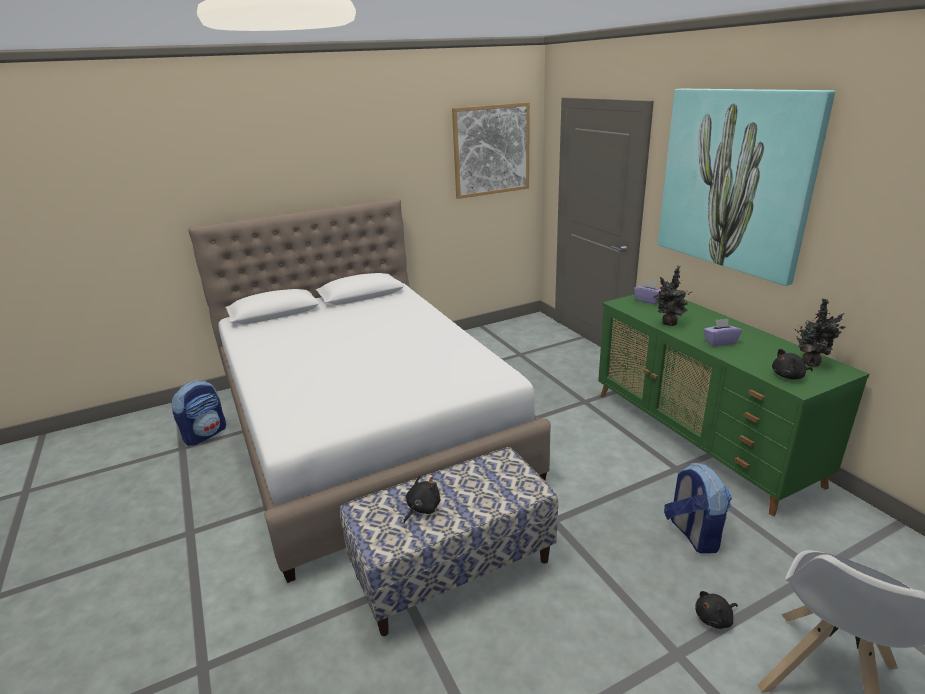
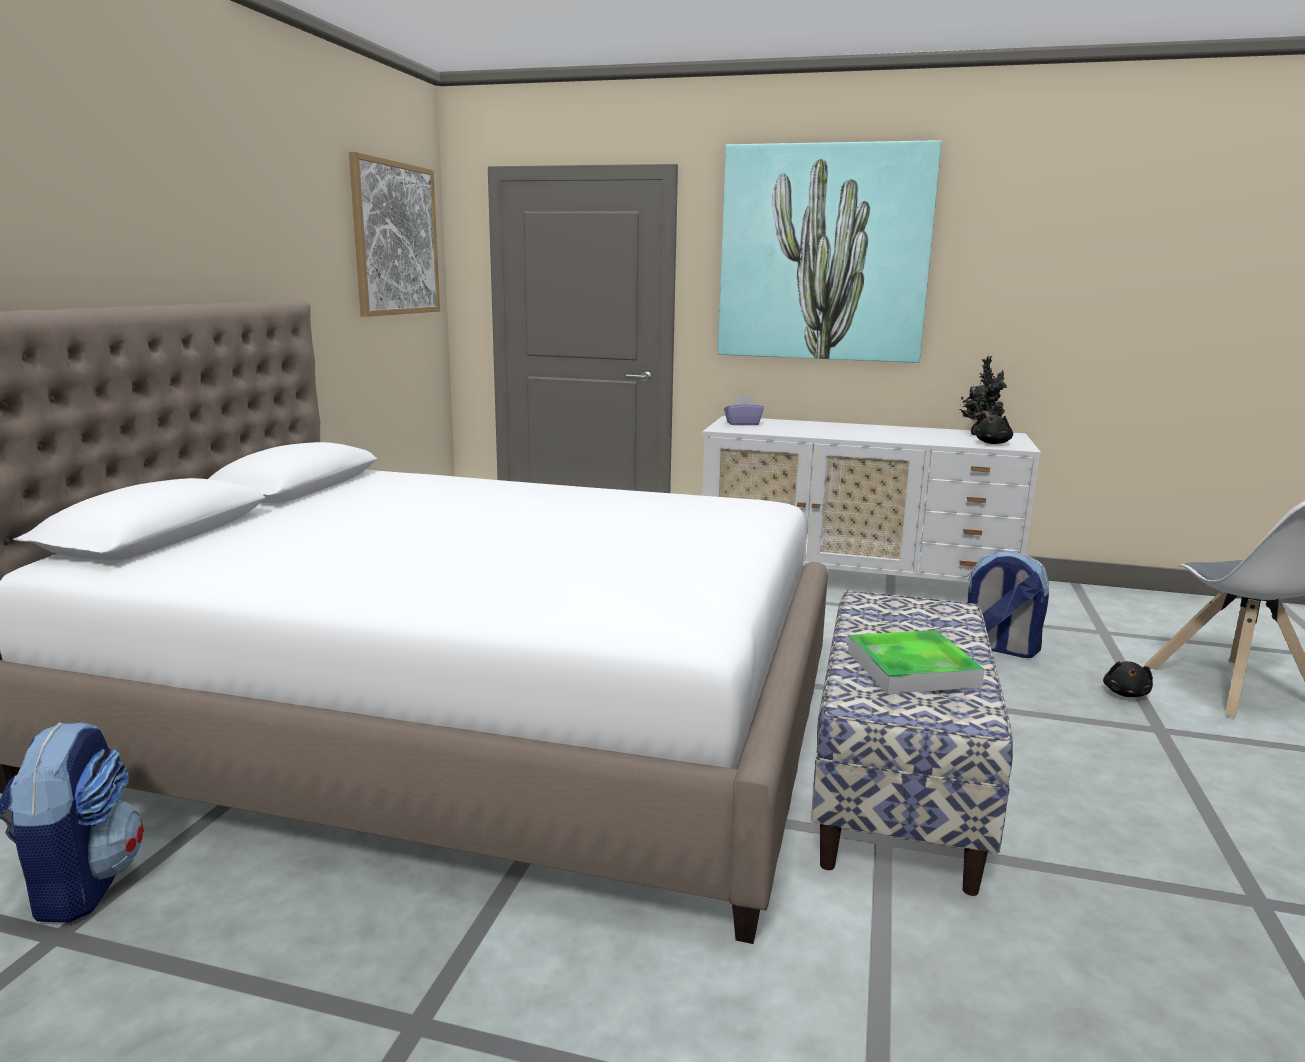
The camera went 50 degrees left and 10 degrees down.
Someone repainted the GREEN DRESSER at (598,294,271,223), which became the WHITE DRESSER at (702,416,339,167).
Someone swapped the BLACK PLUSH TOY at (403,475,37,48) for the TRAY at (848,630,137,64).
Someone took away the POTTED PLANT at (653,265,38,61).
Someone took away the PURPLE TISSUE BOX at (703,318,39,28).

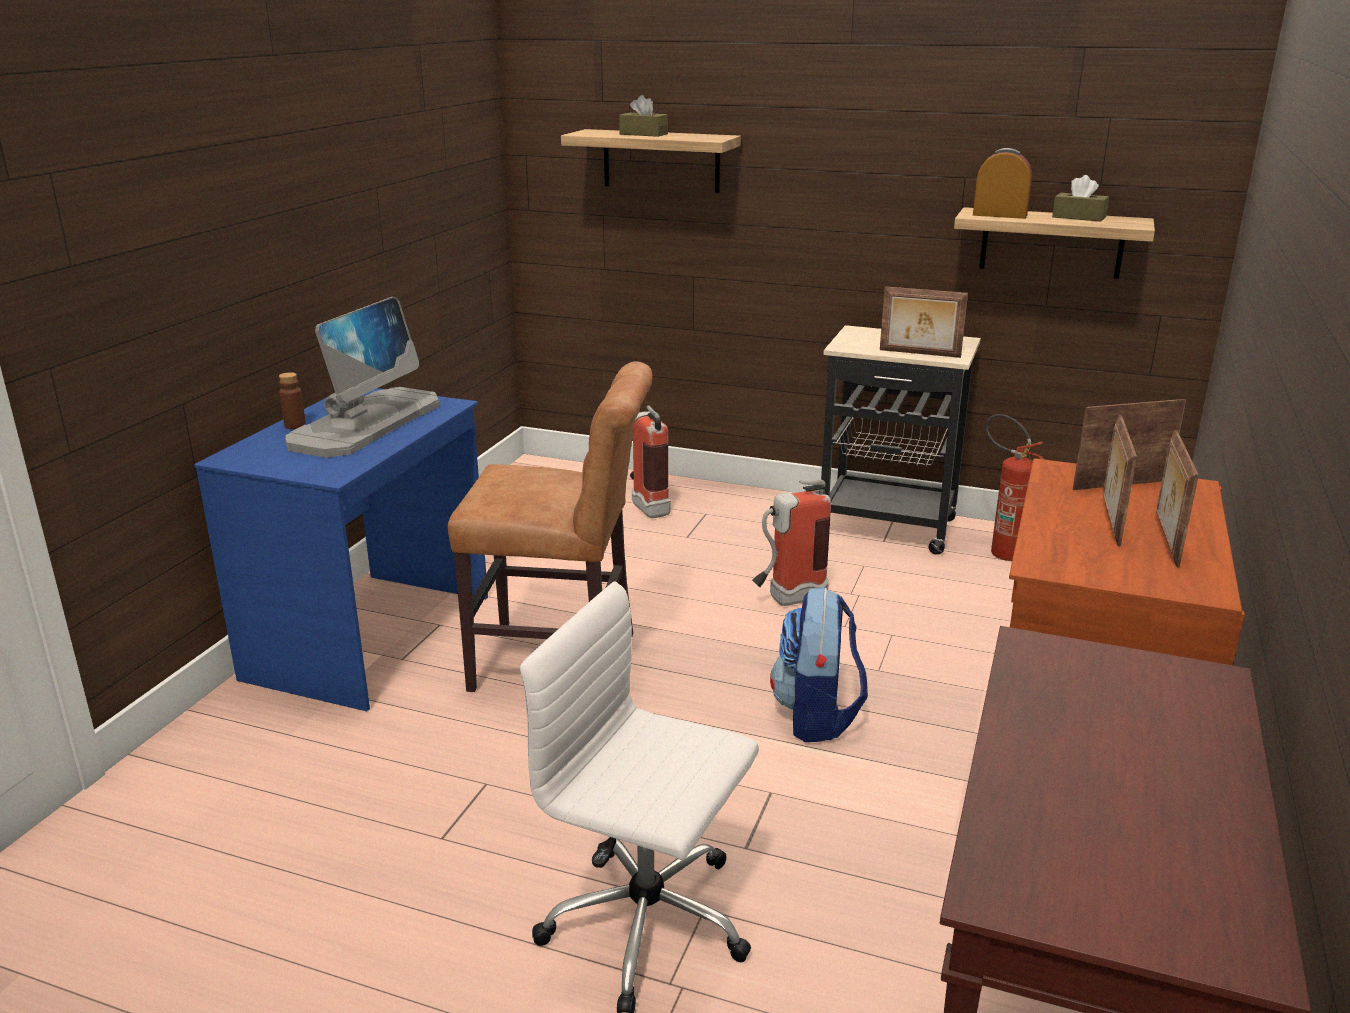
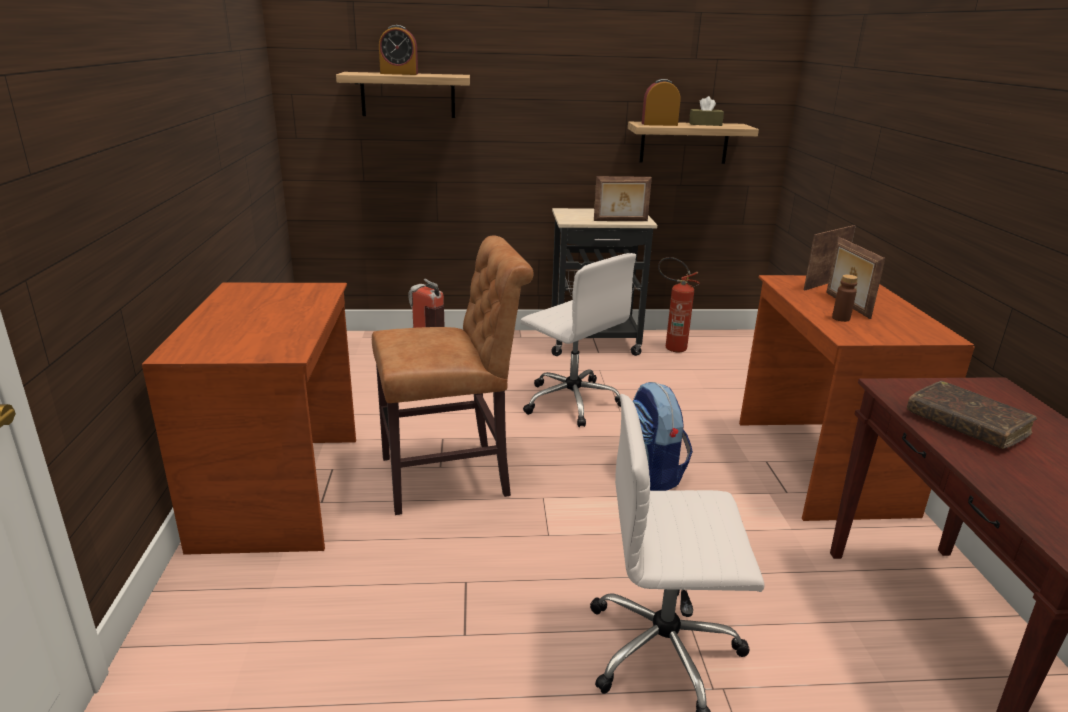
The camera went 25 degrees left and 0 degrees up.
Someone repainted the BLUE DESK at (194,388,294,323), which became the BROWN DESK at (142,283,214,272).
Someone swapped the BROWN TISSUE BOX at (619,95,49,42) for the ALARM CLOCK at (379,25,39,50).
Someone swapped the FIRE EXTINGUISHER at (752,480,79,126) for the WHITE OFFICE CHAIR at (520,253,116,174).
Someone carried the BROWN BOTTLE from (279,372,27,57) to (832,274,26,48).
Someone put down the BROWN BOOK at (907,381,130,68).
Someone took away the MONITOR at (285,296,155,162).
Someone took away the PICTURE FRAME at (1156,430,43,137).

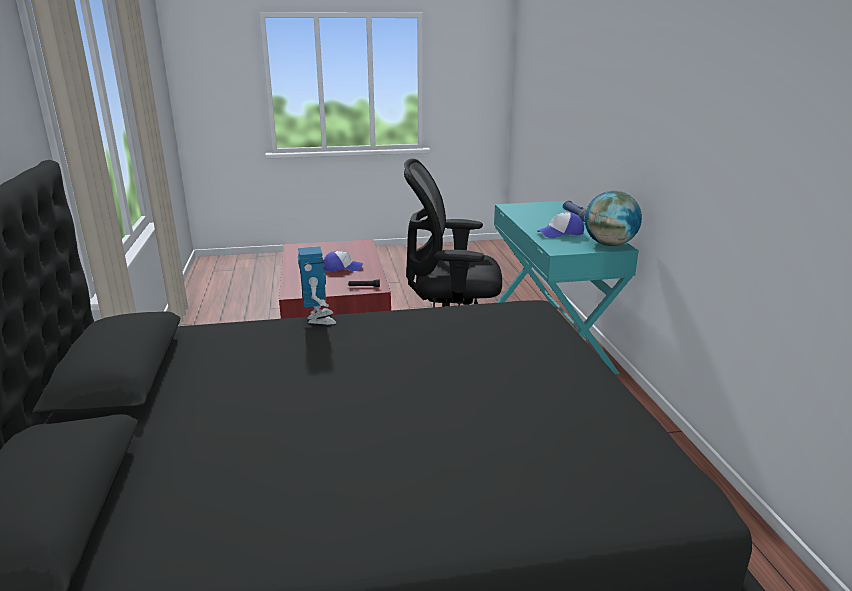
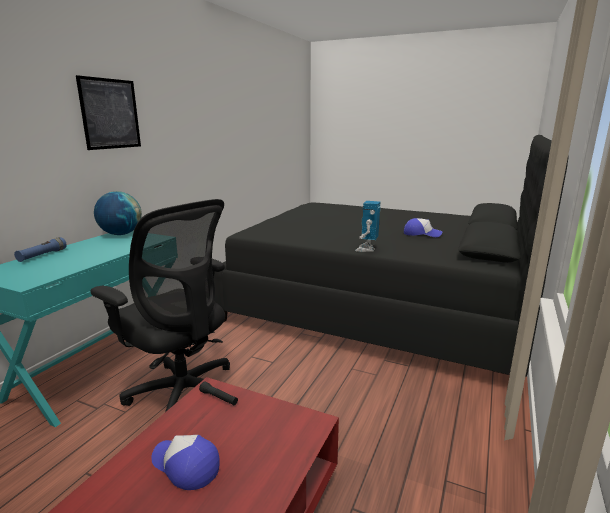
The camera went 145 degrees left and 5 degrees down.
Someone put up the PICTURE at (76,75,65,75).
Someone carried the CAP from (537,212,47,26) to (404,218,38,19).

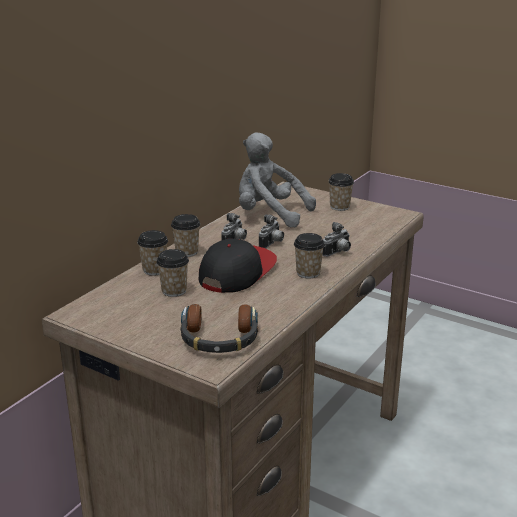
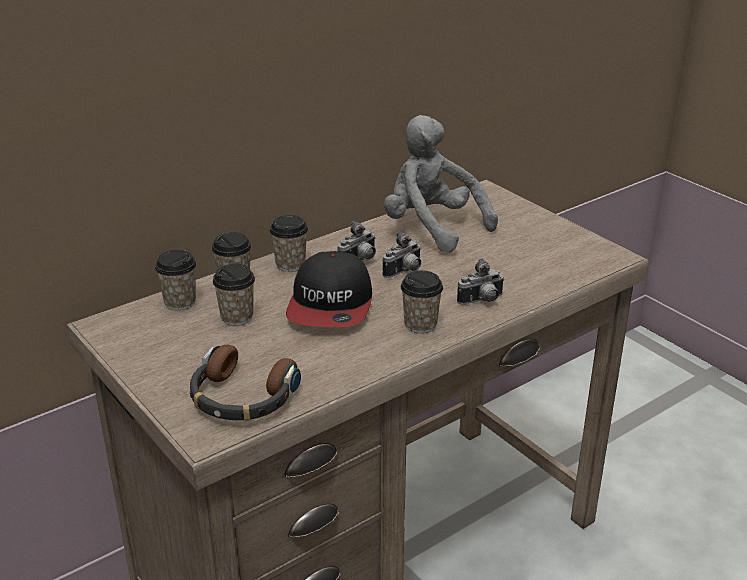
The camera went 20 degrees right and 5 degrees up.
Someone carried the CUP from (328,173,26,38) to (155,250,42,60).
Someone rotated the CAP at (199,239,78,54) by 135 degrees clockwise.

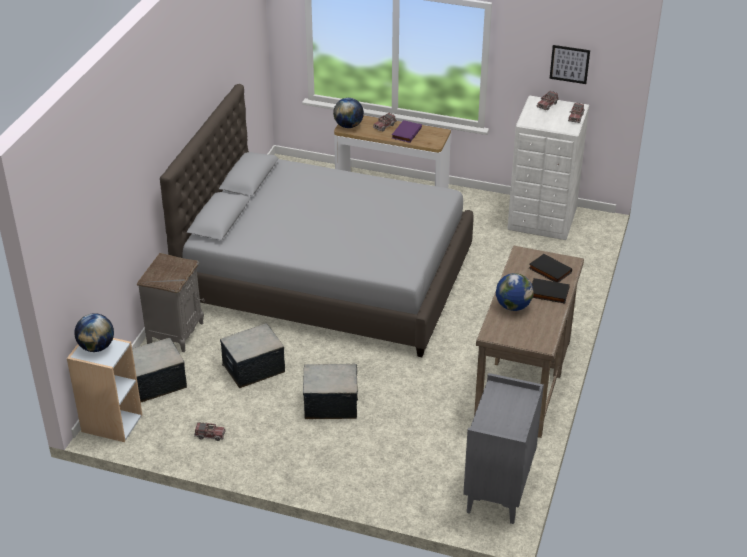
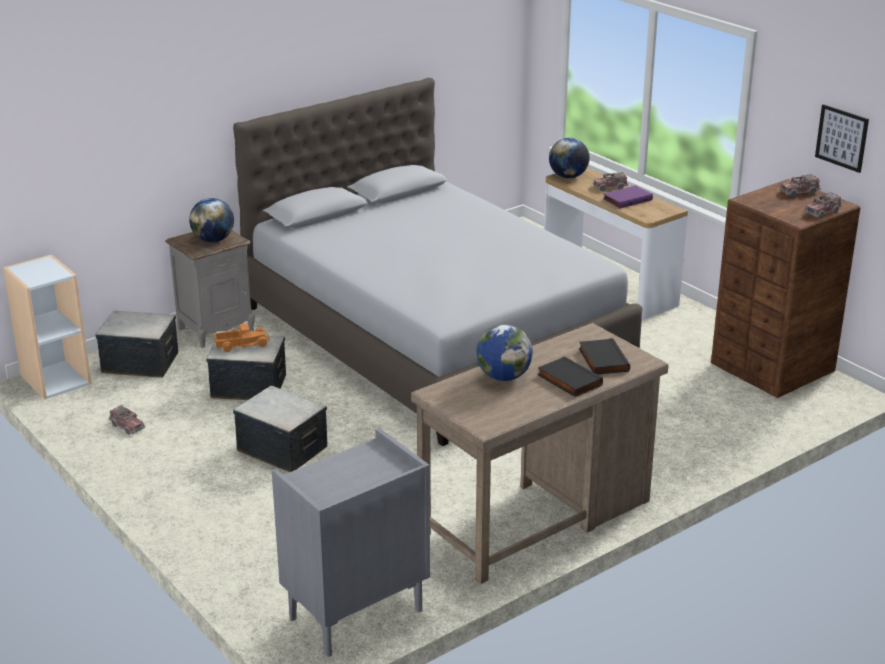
The camera went 35 degrees right and 10 degrees down.
Someone carried the GLOBE from (74,313,40,39) to (190,198,44,44).
Someone put down the TOY TRUCK at (214,323,56,29).
Someone repainted the WHITE DRESSER at (507,96,82,144), which became the BROWN DRESSER at (711,179,149,219).

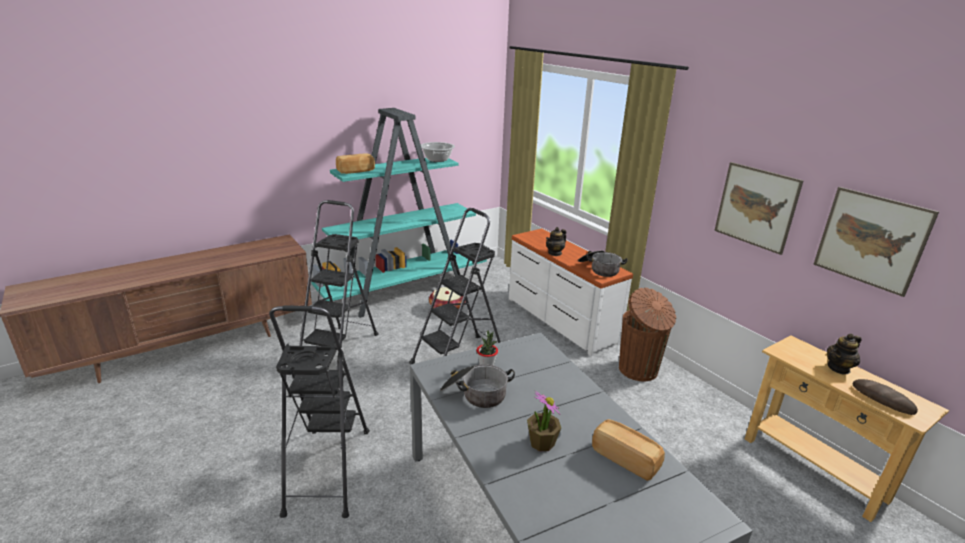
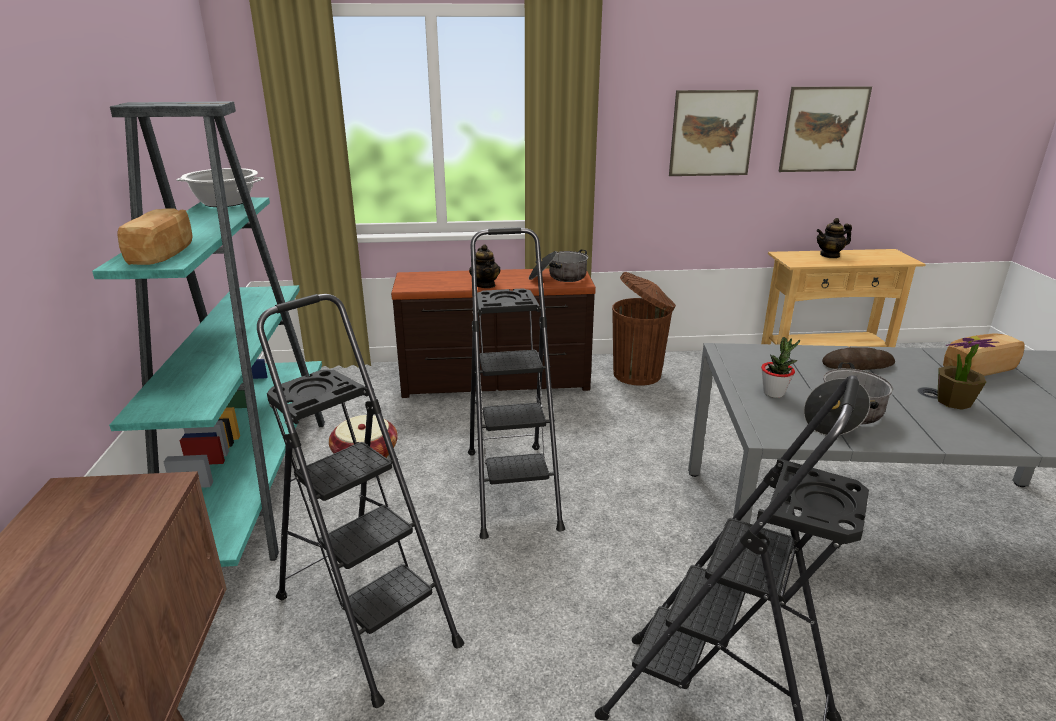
The camera went 60 degrees left and 0 degrees up.
Someone repainted the WHITE DRESSER at (509,228,124,128), which became the BROWN DRESSER at (391,268,205,130).
Someone rotated the TEAPOT at (827,333,35,41) by 75 degrees clockwise.
Someone carried the BREAD from (853,379,65,36) to (822,347,73,23).

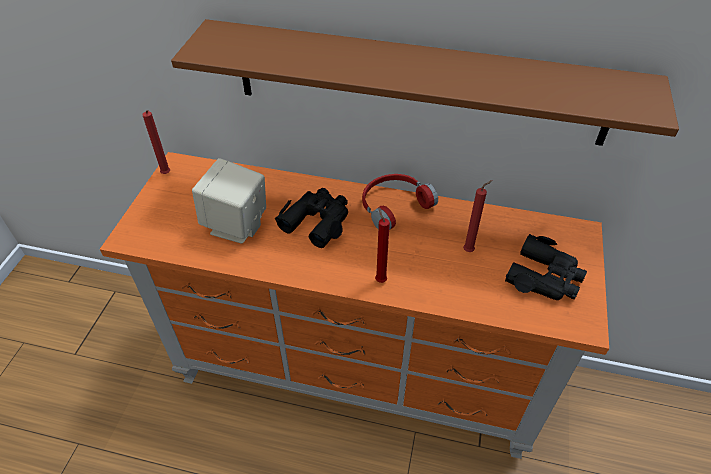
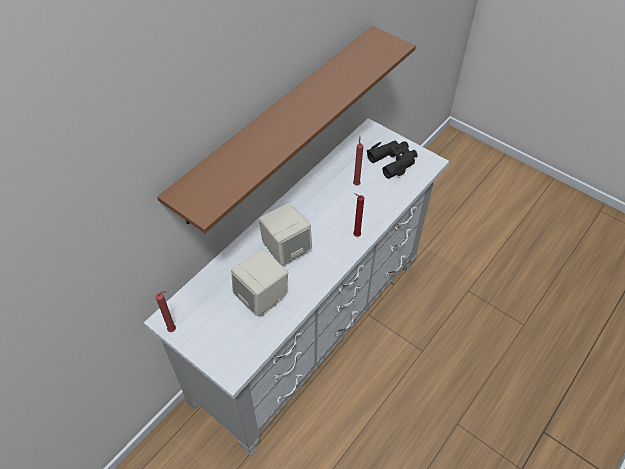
The camera went 65 degrees left and 5 degrees up.
Someone repainted the ORANGE DRESSER at (100,152,509,307), which became the WHITE DRESSER at (144,118,305,338).
Someone swapped the BLACK BINOCULARS at (275,188,73,60) for the BEIGE SPEAKER at (259,203,53,62).
Someone took away the RED HEADPHONES at (362,174,76,56).

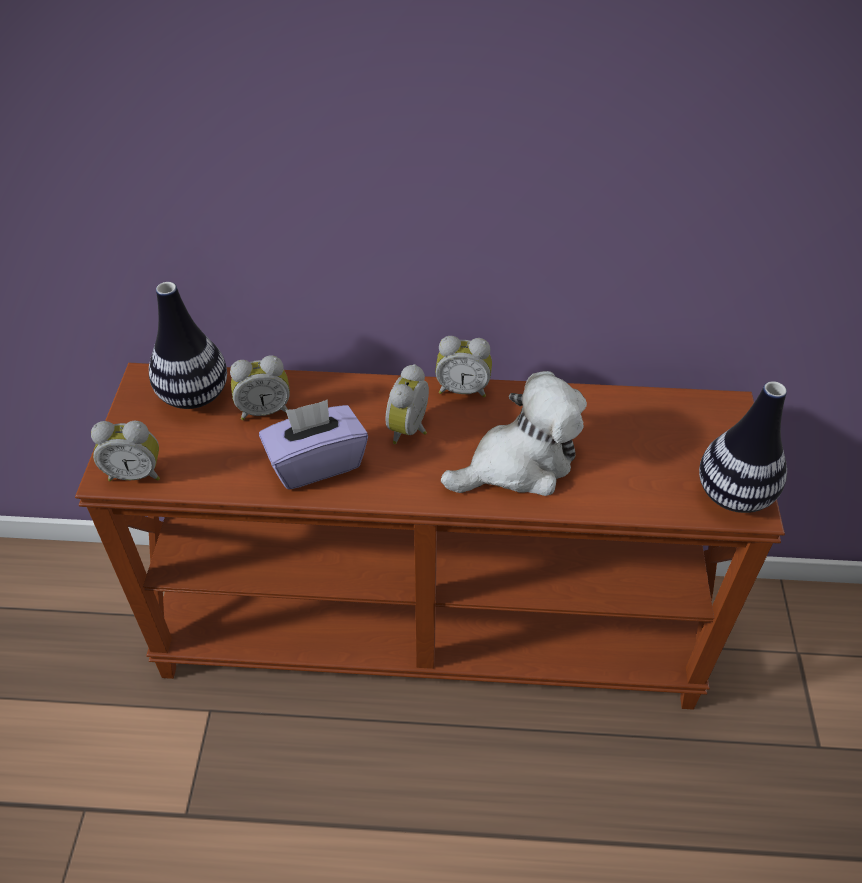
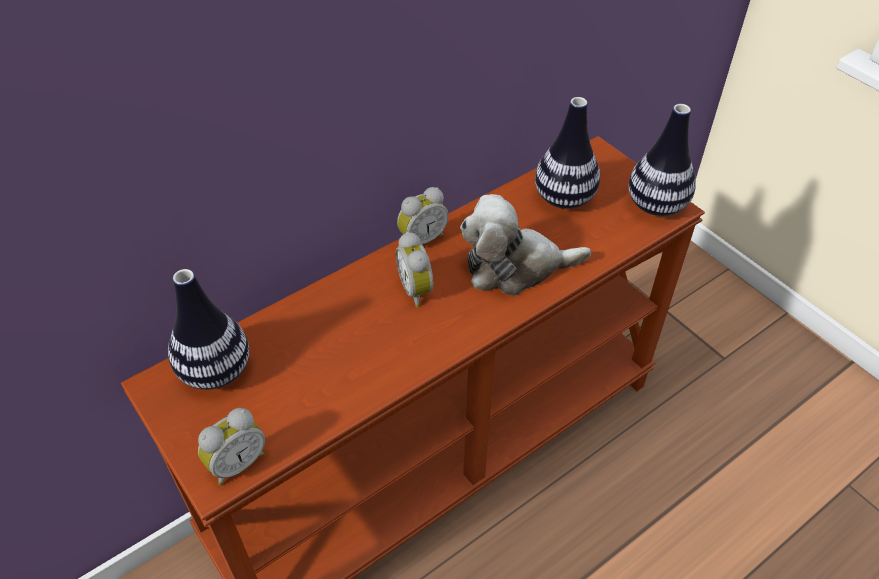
The camera went 40 degrees left and 0 degrees up.
Someone rotated the PLUSH TOY at (441,371,146,125) by 120 degrees counterclockwise.
Someone put down the VASE at (535,97,65,112).
Someone took away the ALARM CLOCK at (230,355,60,65).
Someone took away the PURPLE TISSUE BOX at (259,400,109,90).

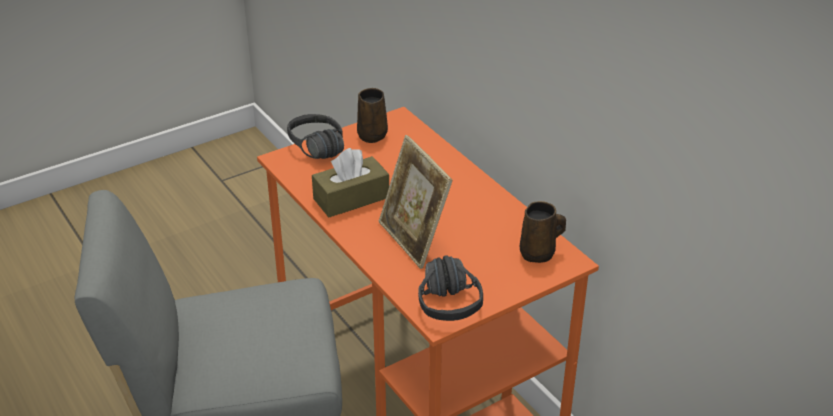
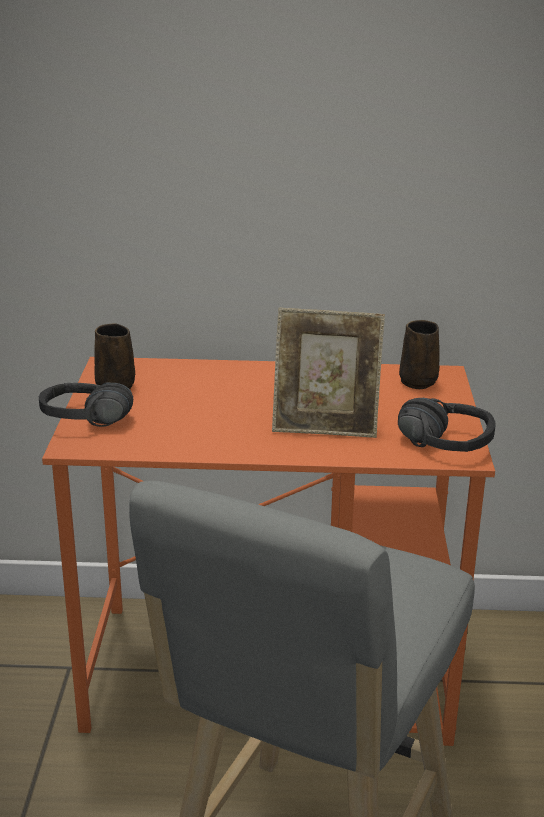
The camera went 55 degrees left and 10 degrees down.
Someone took away the BROWN TISSUE BOX at (312,148,77,69).

